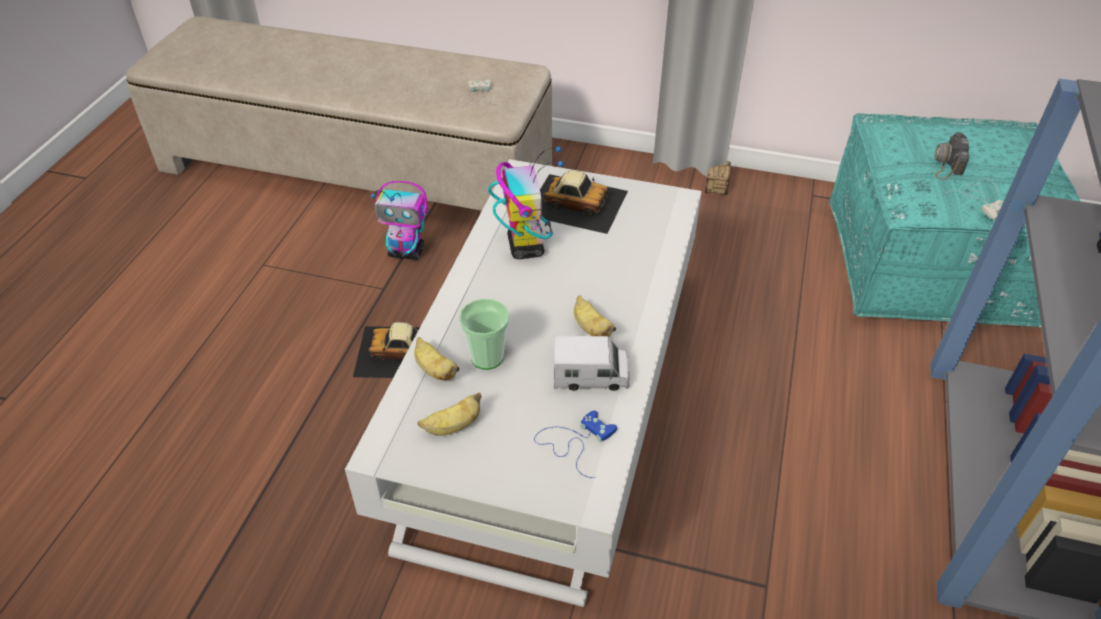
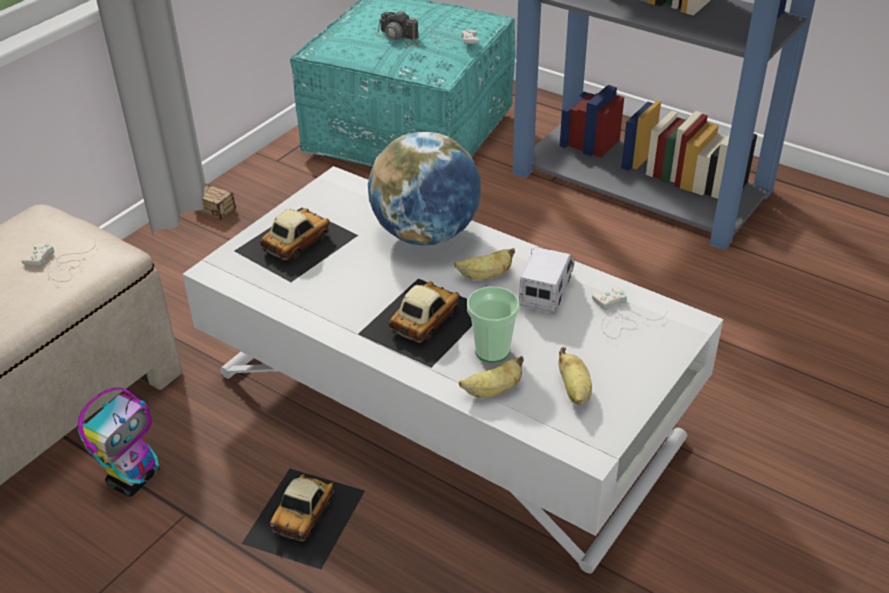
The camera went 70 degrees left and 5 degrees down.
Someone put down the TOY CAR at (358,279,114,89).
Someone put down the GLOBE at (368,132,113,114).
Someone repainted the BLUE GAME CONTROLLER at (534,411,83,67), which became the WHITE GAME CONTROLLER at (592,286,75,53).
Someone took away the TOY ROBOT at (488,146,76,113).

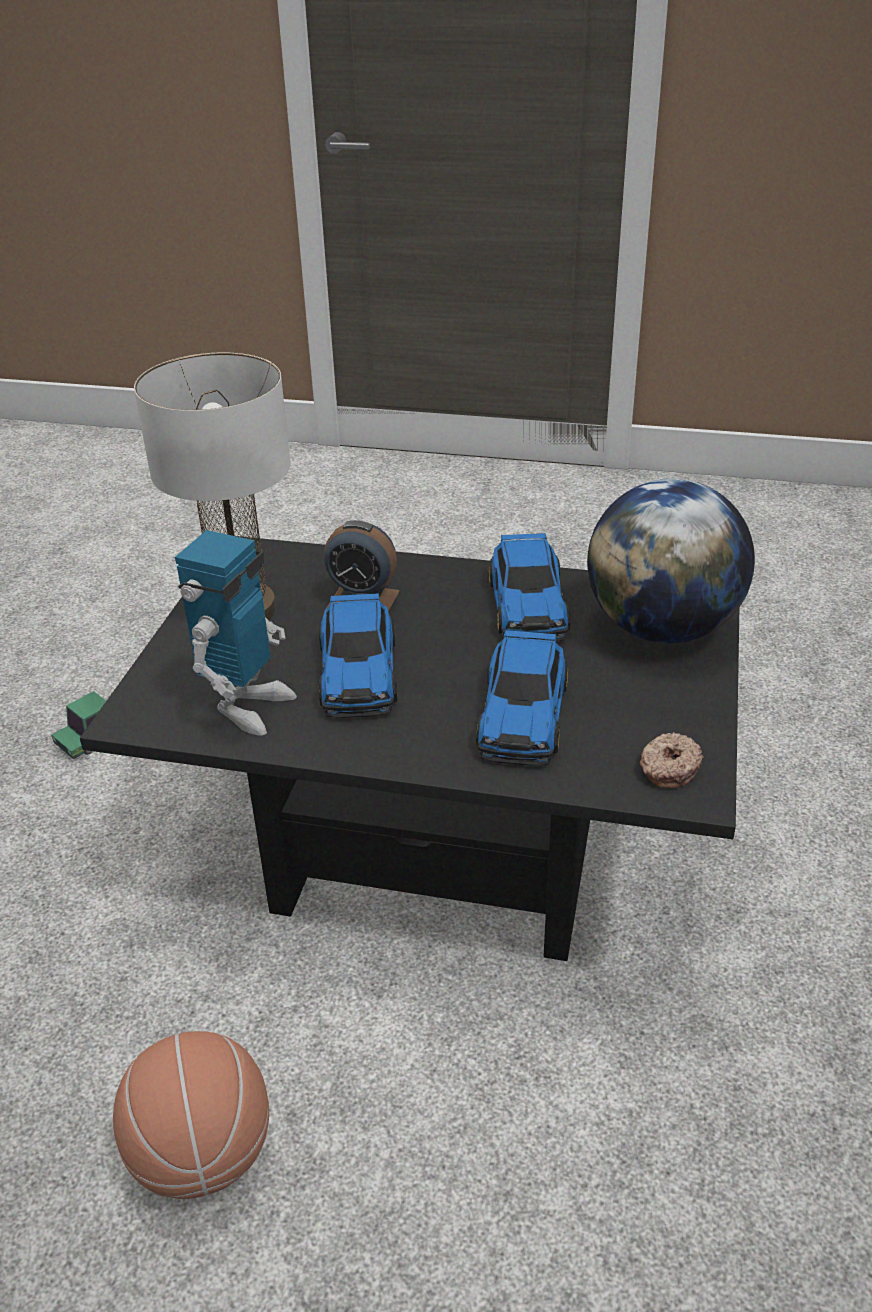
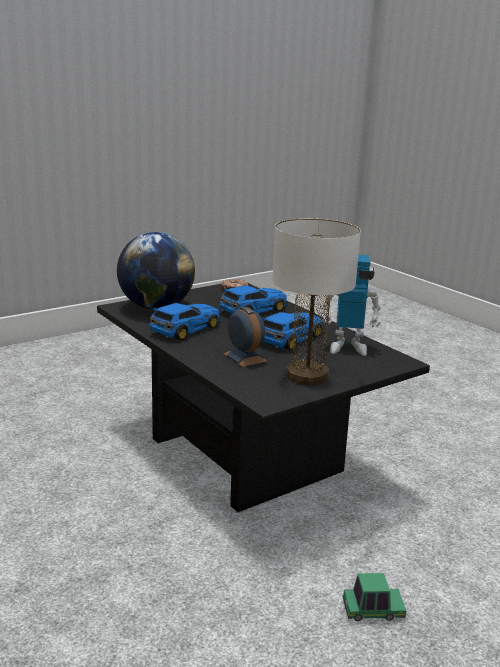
The camera went 140 degrees left and 15 degrees down.
Someone rotated the TOY ROBOT at (175,530,122,206) by 150 degrees counterclockwise.
Someone took away the BASKETBALL at (113,1031,156,168).

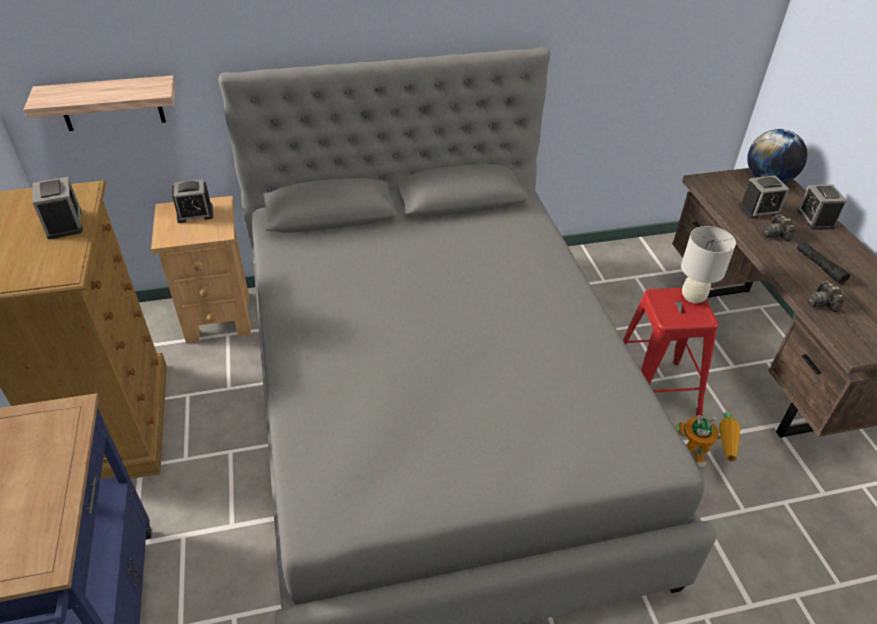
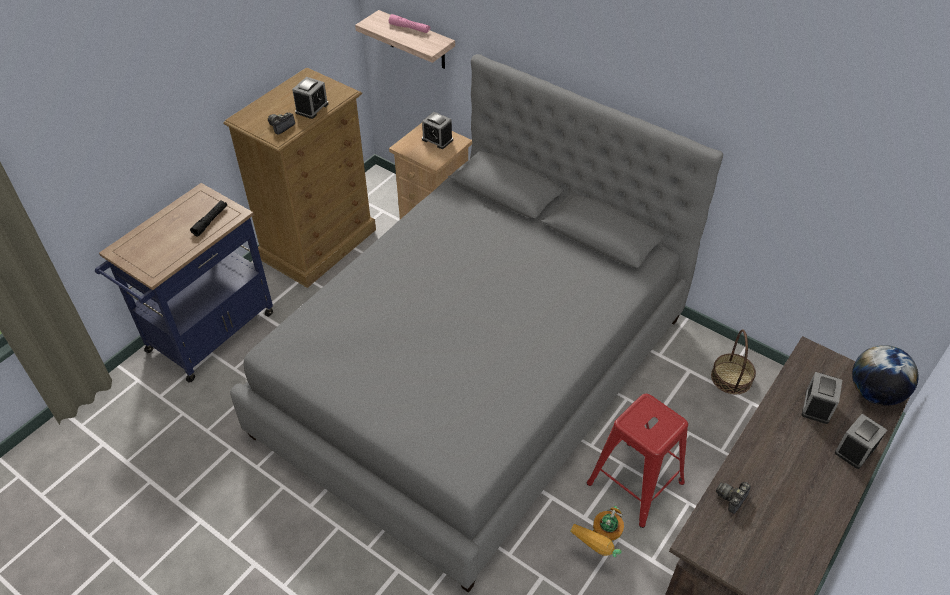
The camera went 50 degrees right and 5 degrees up.
Someone carried the BLACK FLASHLIGHT from (797,243,53,41) to (190,201,37,35).
Someone carried the PHOTO CAMERA from (763,214,32,27) to (268,113,27,22).
Someone put down the PINK FLASHLIGHT at (389,14,41,19).
Someone rotated the TOY ROBOT at (675,412,65,57) by 60 degrees clockwise.
Someone put down the BASKET at (711,329,45,65).
Someone rotated the ALARM CLOCK at (739,176,50,43) by 75 degrees clockwise.
Someone took away the GREY TABLE LAMP at (681,226,55,77).

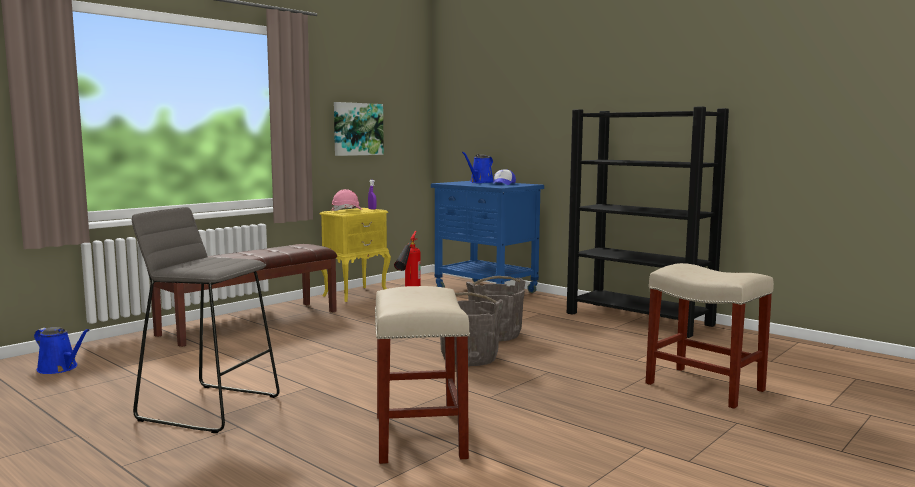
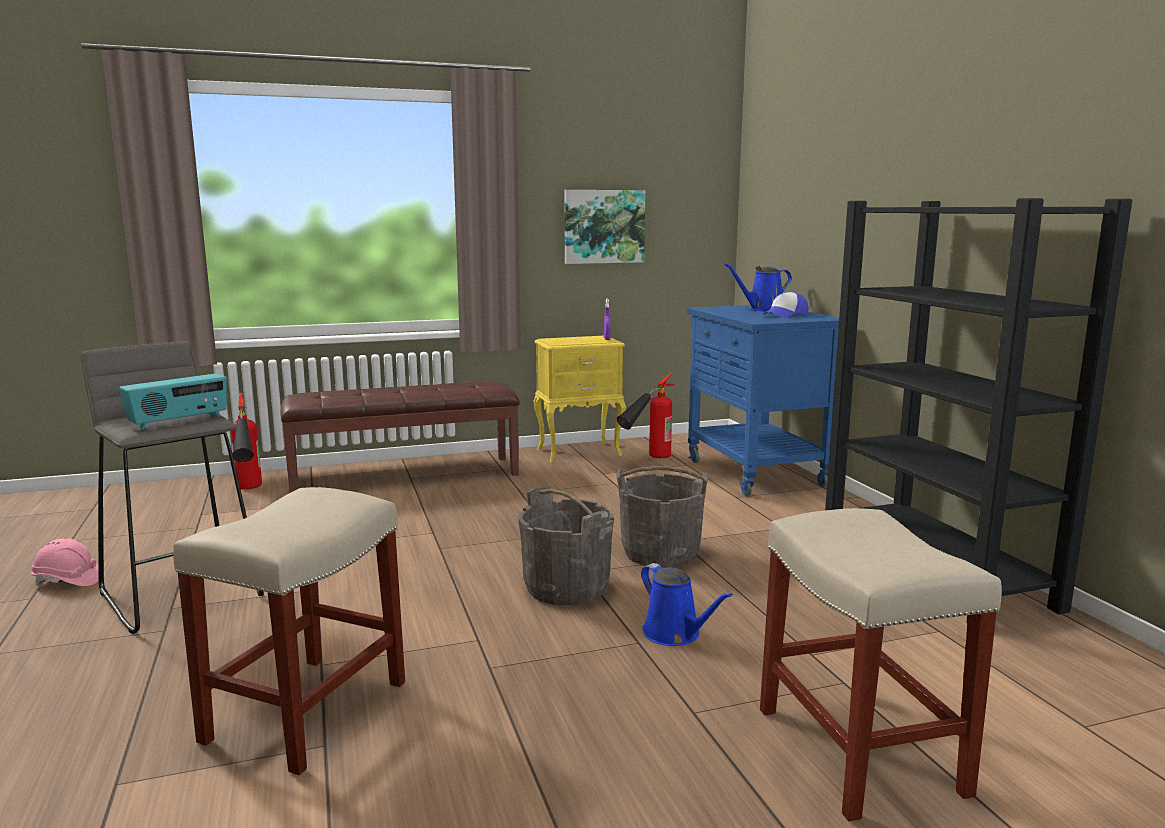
The camera went 30 degrees right and 5 degrees up.
Someone carried the PINK HARD HAT from (332,189,31,22) to (31,538,74,48).
Someone put down the RADIO at (119,373,108,57).
Someone put down the FIRE EXTINGUISHER at (230,393,32,96).
Someone carried the BLUE WATERING CAN from (34,327,55,47) to (641,563,92,83).

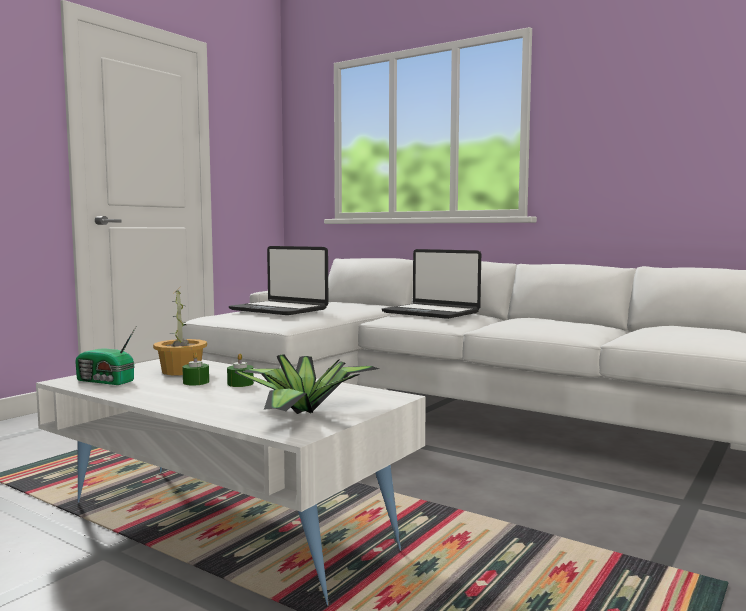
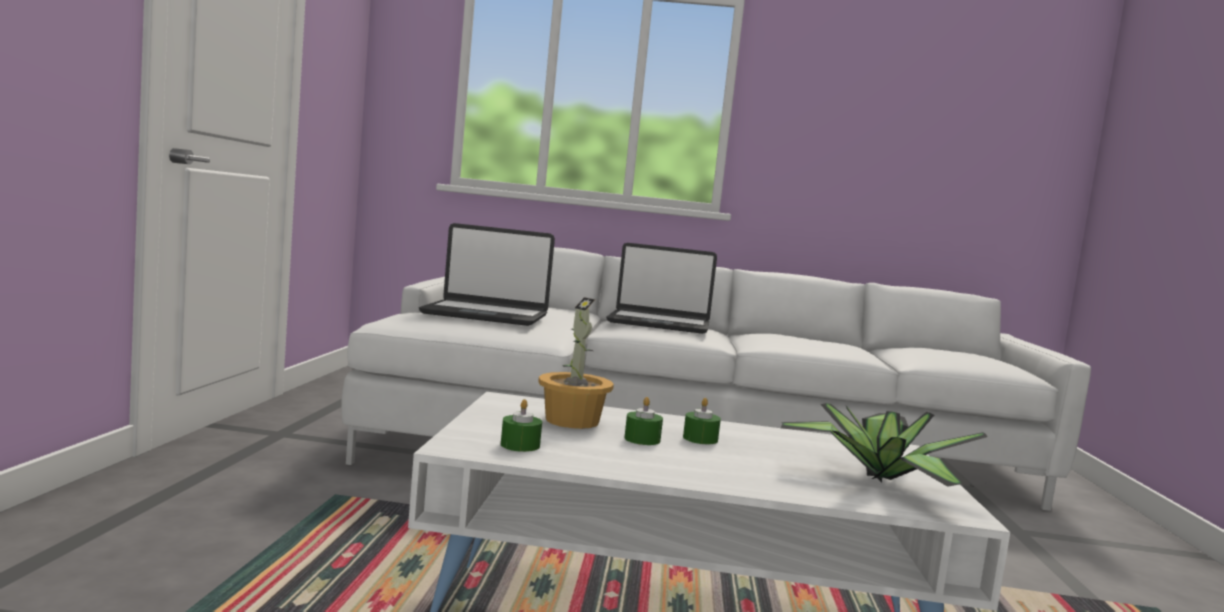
The camera went 30 degrees left and 0 degrees up.
Someone swapped the RADIO at (75,327,61,58) for the GREEN CANDLE at (501,399,41,53).

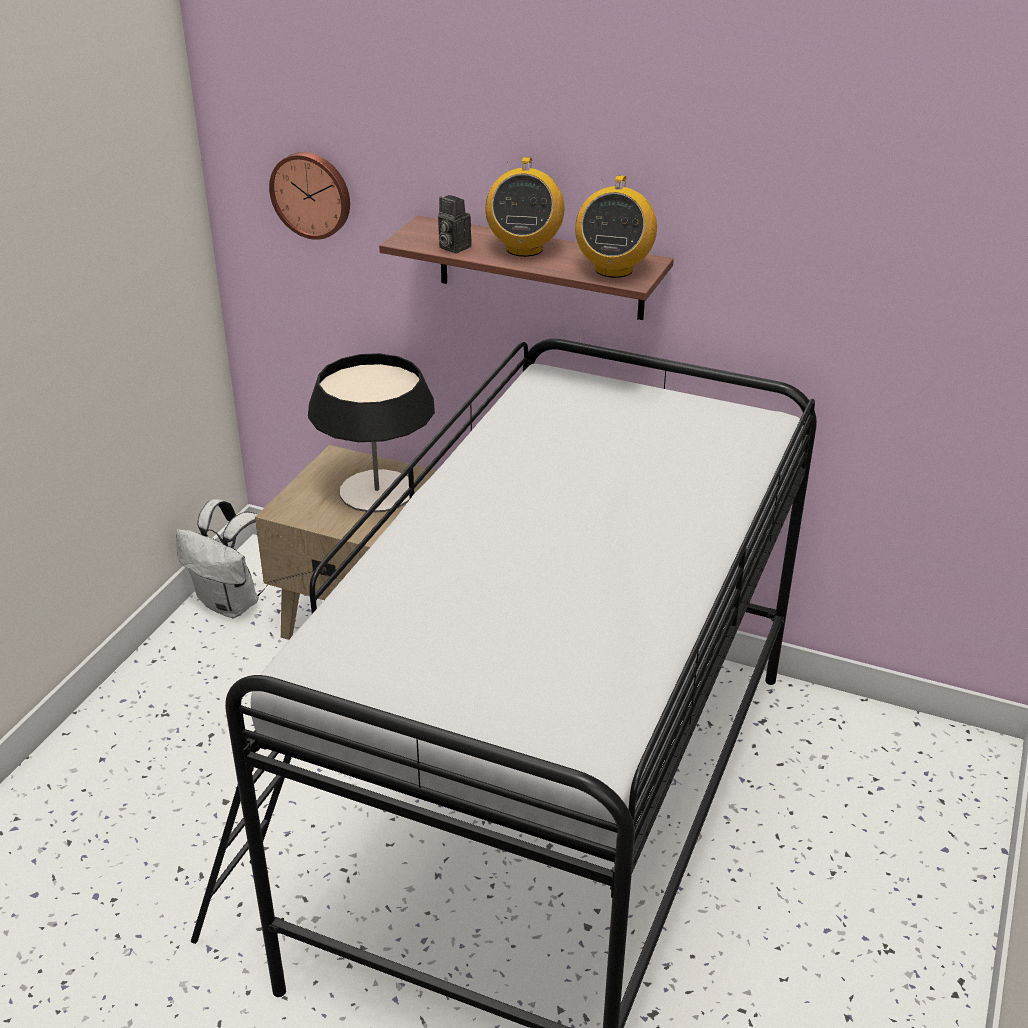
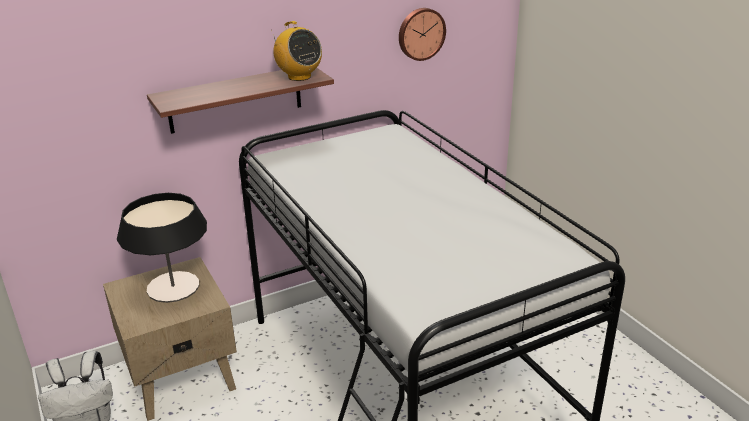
The camera went 50 degrees left and 5 degrees down.
Someone carried the WALL CLOCK from (269,152,81,88) to (399,8,47,53).
Someone took away the PHOTO CAMERA at (438,195,34,58).
Someone took away the RADIO at (485,157,79,100).

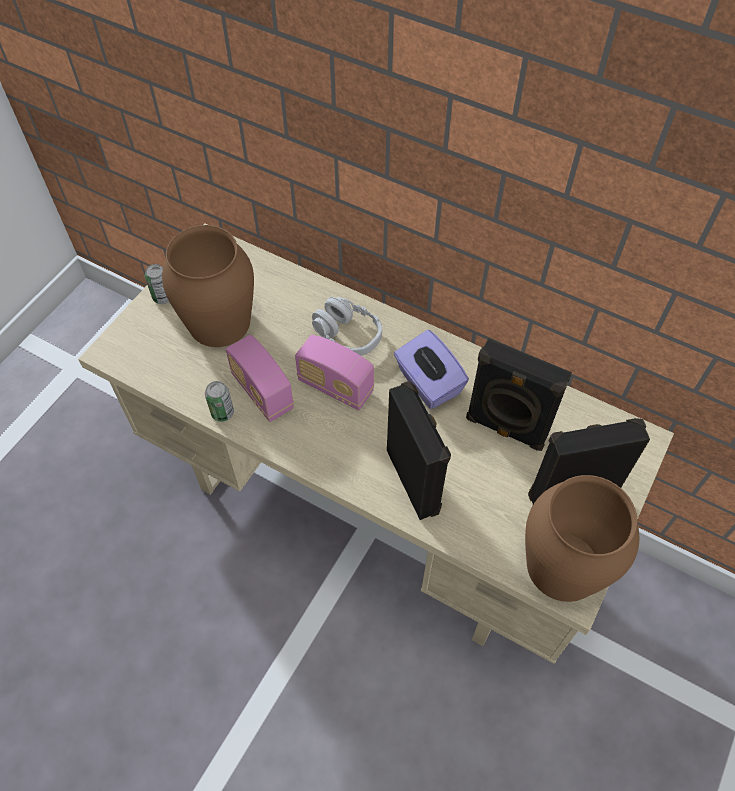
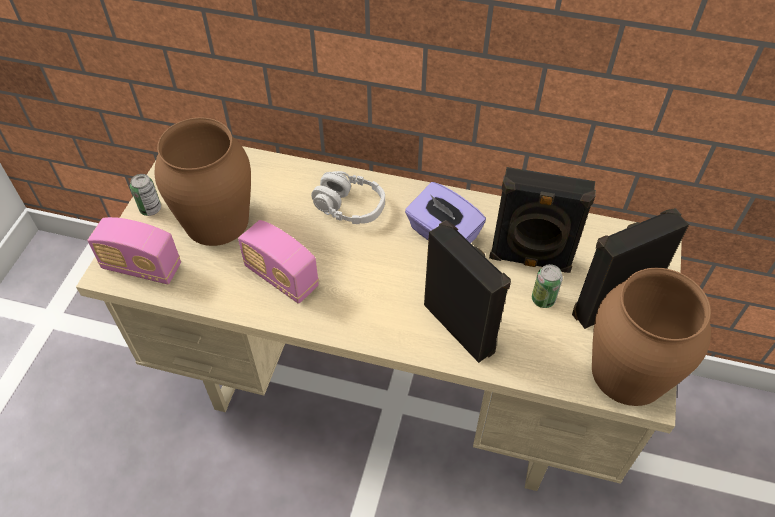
The camera went 15 degrees left and 5 degrees down.
Someone carried the RADIO from (295,335,79,76) to (87,217,94,67).
Someone carried the CAN from (205,381,29,41) to (532,264,31,44).

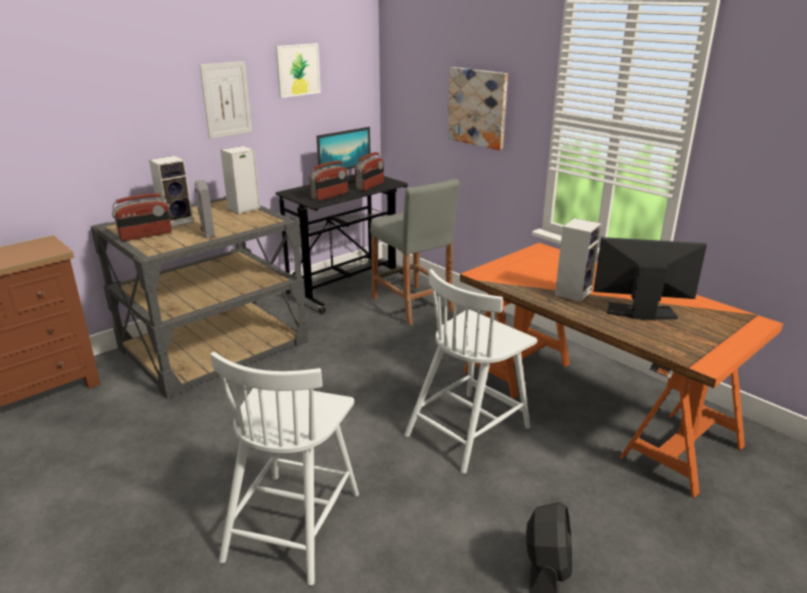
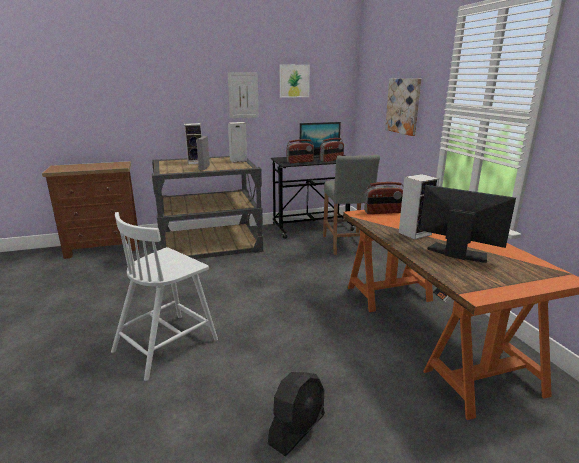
The camera went 25 degrees right and 5 degrees down.
Someone carried the RADIO from (112,193,60,48) to (364,182,39,32).
Someone took away the WHITE CHAIR at (404,269,133,205).

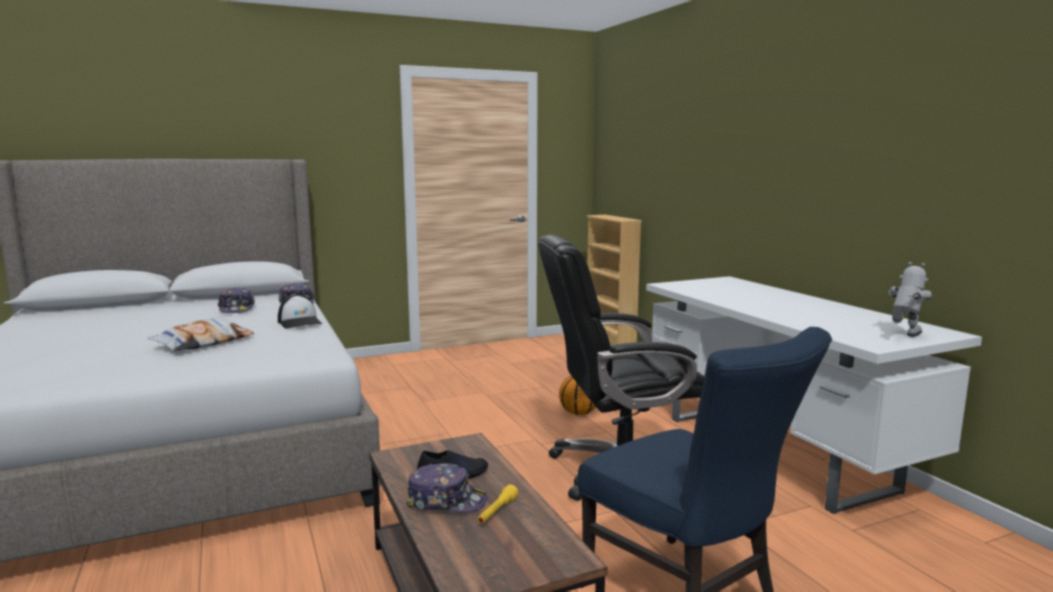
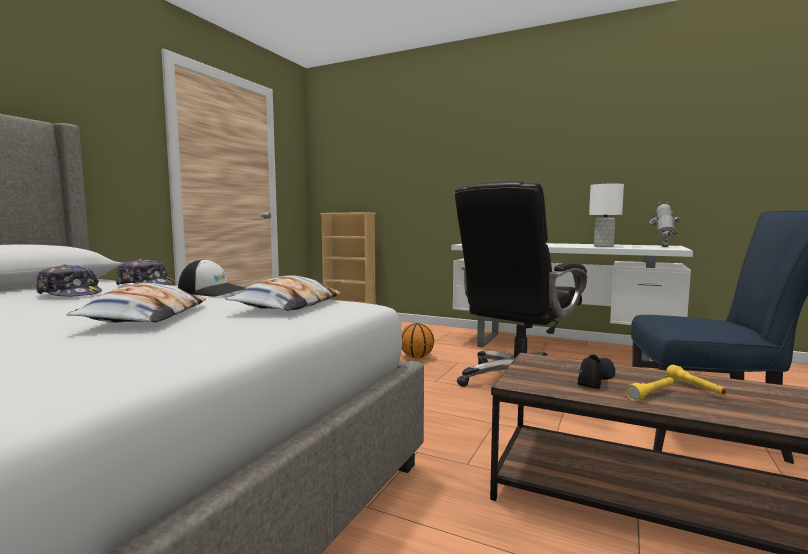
The camera went 40 degrees left and 5 degrees down.
Someone put down the PILLOW at (225,275,117,36).
Someone put down the WHITE TABLE LAMP at (589,184,35,63).
Someone swapped the CAP at (406,463,81,50) for the YELLOW FLASHLIGHT at (626,377,48,24).

